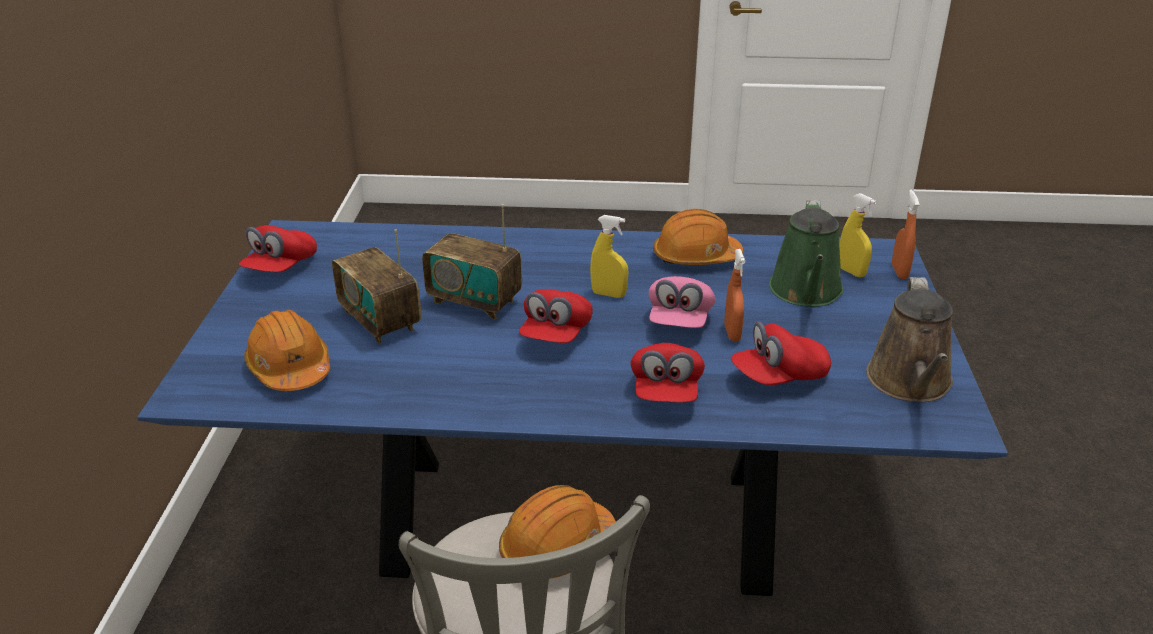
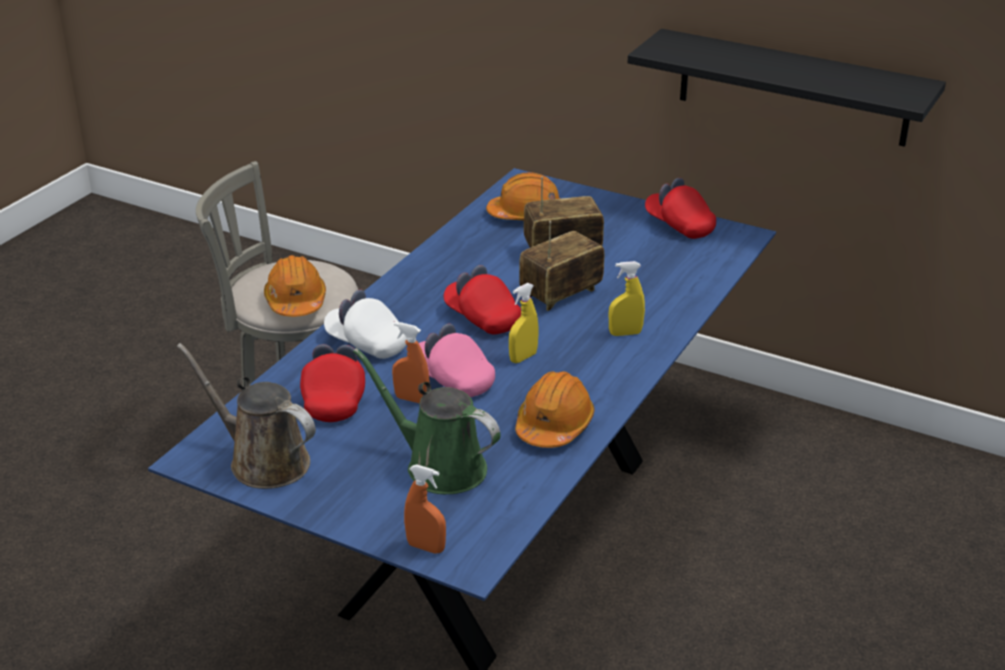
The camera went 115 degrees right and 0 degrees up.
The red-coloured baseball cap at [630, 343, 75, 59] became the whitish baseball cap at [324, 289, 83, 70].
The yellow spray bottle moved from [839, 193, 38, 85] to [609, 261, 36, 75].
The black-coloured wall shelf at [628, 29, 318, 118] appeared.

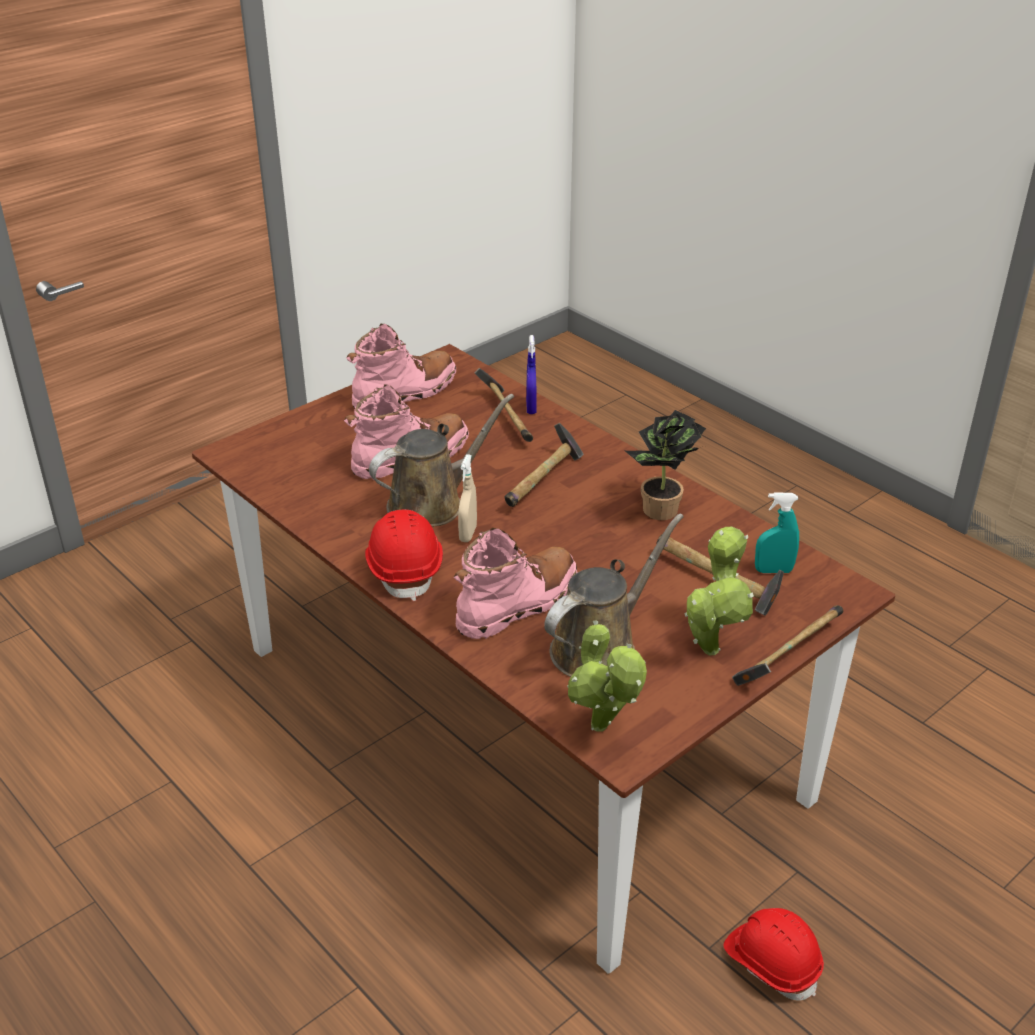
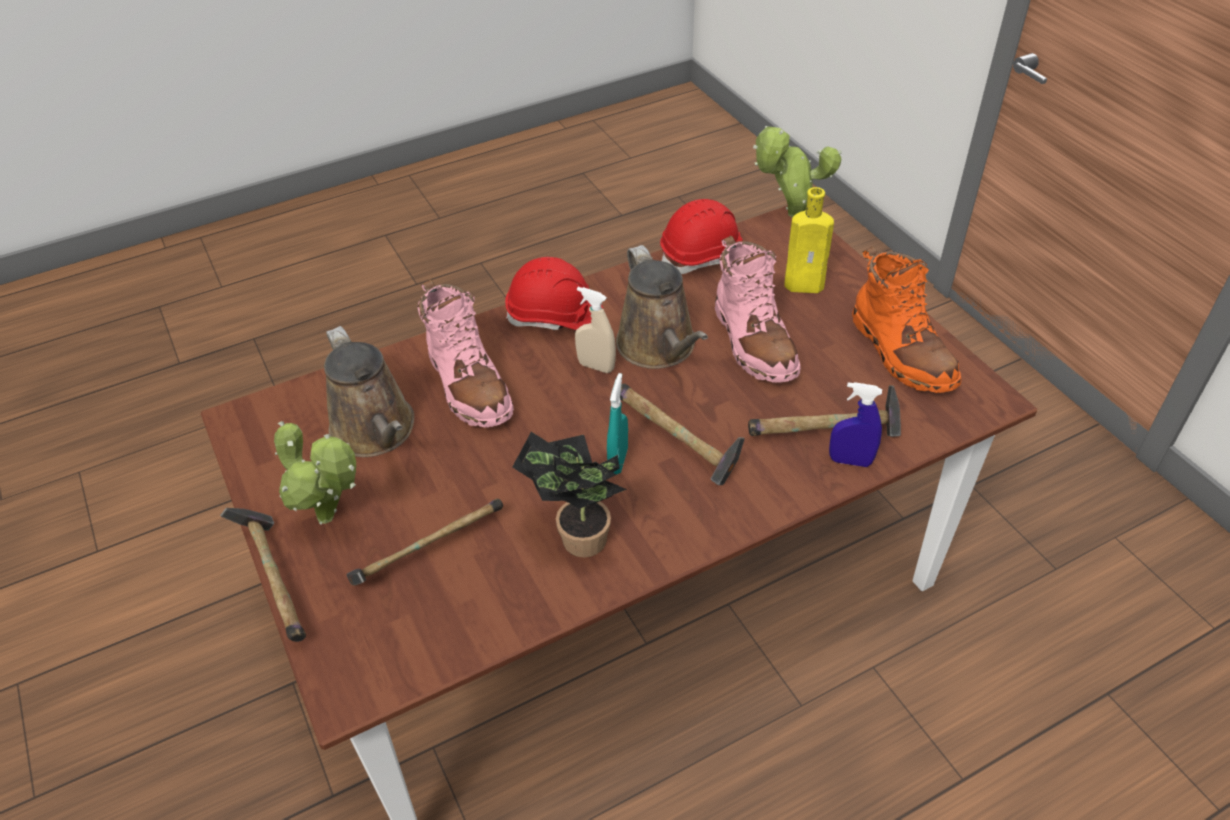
The camera went 105 degrees right and 10 degrees up.
The turquoise-coloured spray bottle moved from [755, 493, 44, 80] to [607, 373, 21, 102].
The red-coloured hard hat moved from [723, 908, 101, 92] to [660, 199, 83, 75].
The houseplant moved from [567, 620, 80, 112] to [753, 126, 89, 91].
The yellow drink bottle at [784, 187, 50, 106] appeared.
The pink-coloured boot at [346, 324, 110, 84] became the orange-coloured boot at [852, 246, 110, 147].

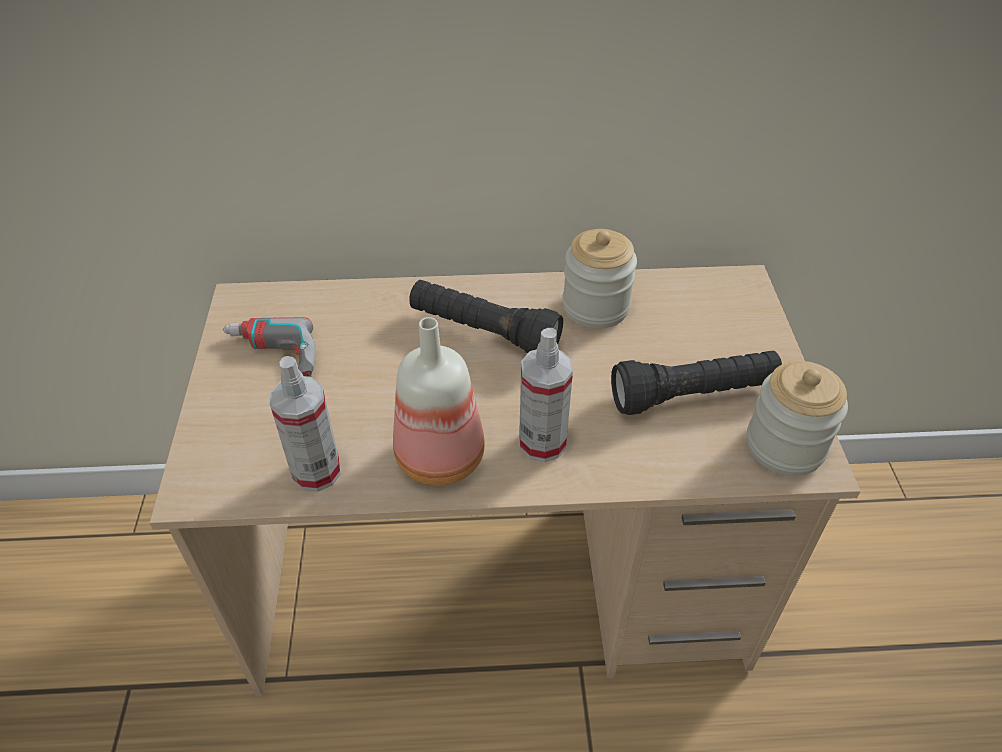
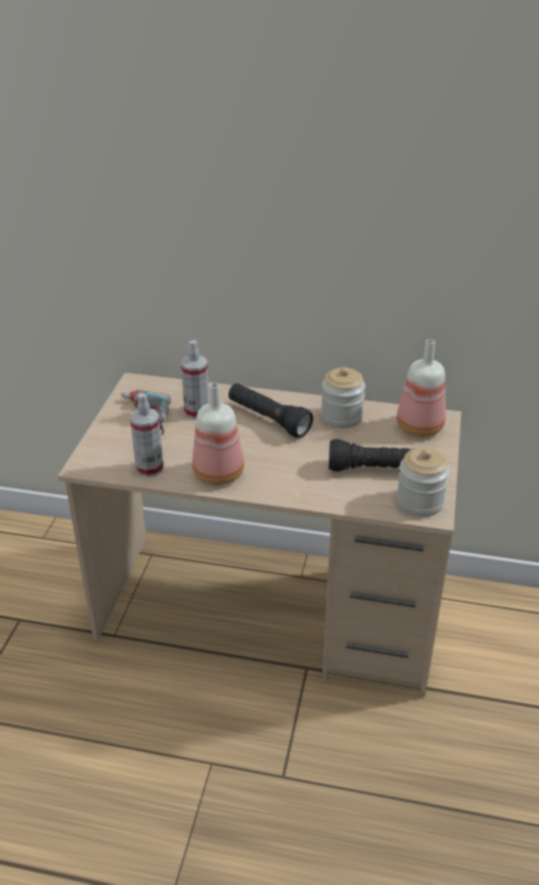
The camera went 15 degrees right and 10 degrees down.
The spray bottle moved from [519, 328, 54, 134] to [181, 340, 28, 79].
The drink bottle at [397, 339, 49, 98] appeared.

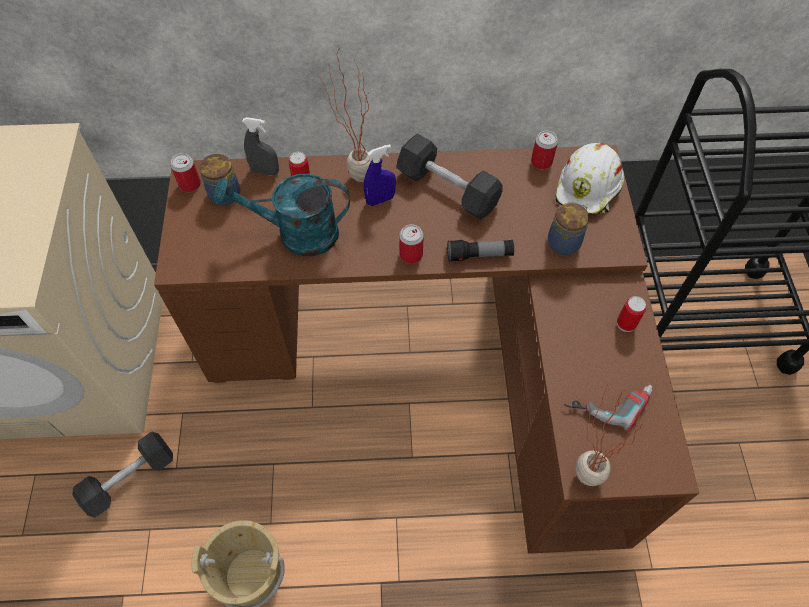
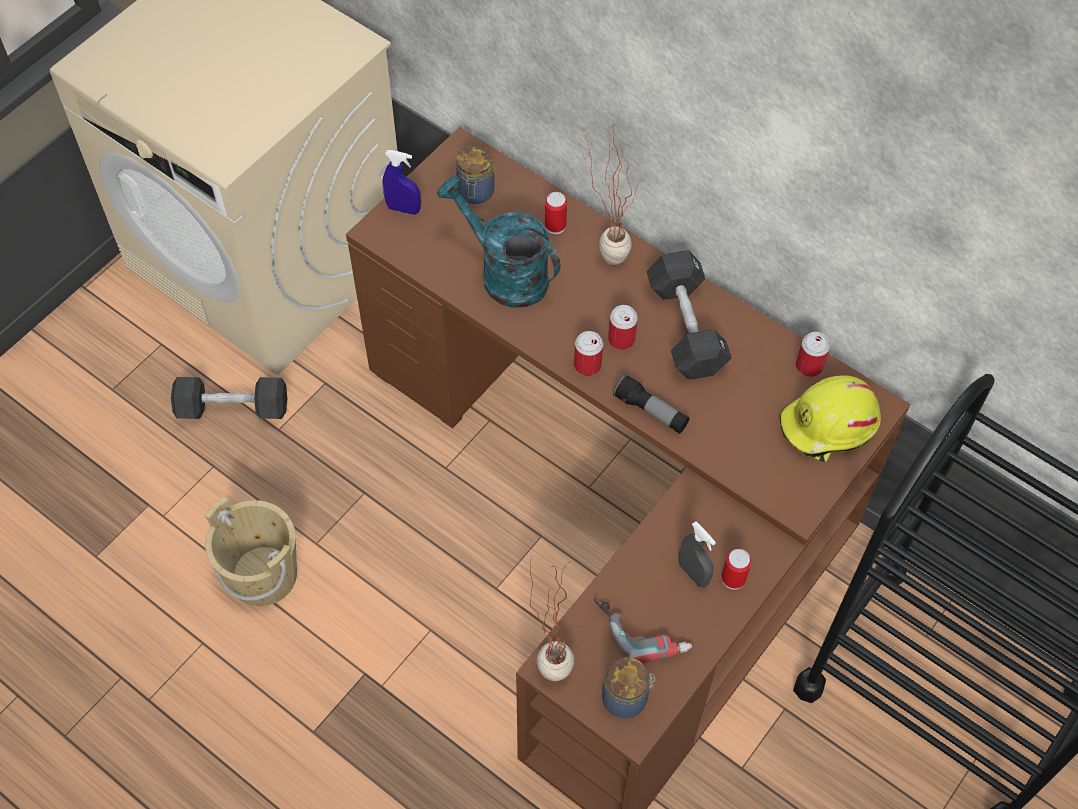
The camera went 40 degrees right and 0 degrees up.
The blue spray bottle moved from [364, 144, 32, 62] to [383, 150, 38, 65].
The jar moved from [548, 203, 41, 52] to [602, 657, 53, 62].
The metal can moved from [170, 153, 31, 39] to [608, 305, 30, 45].
The greyish spray bottle moved from [242, 117, 37, 59] to [678, 521, 38, 67].
The whitish hard hat at [555, 143, 69, 71] became the yellow hard hat at [779, 375, 102, 87].

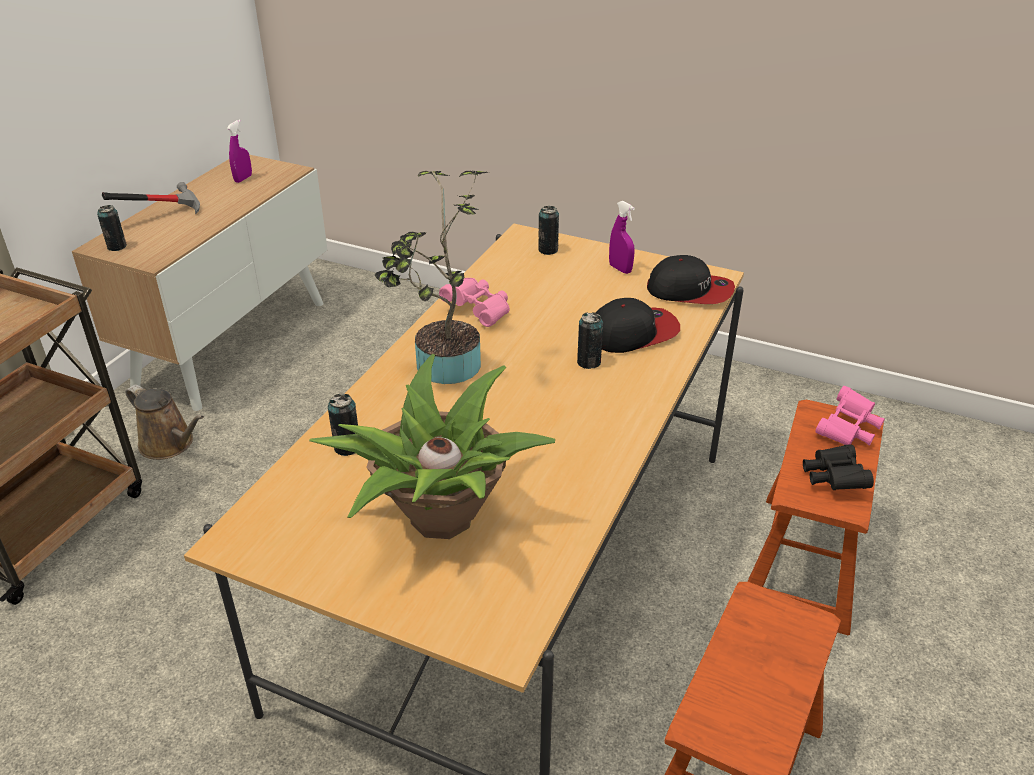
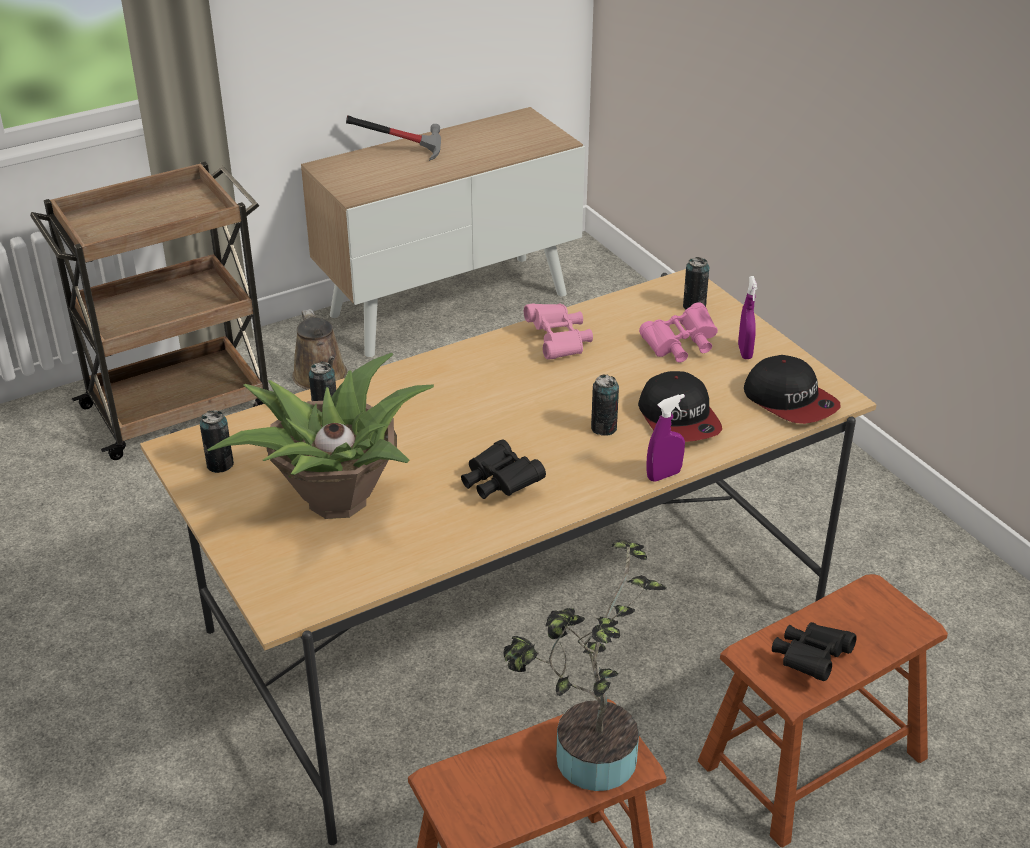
The camera went 35 degrees right and 0 degrees up.
The metal can moved from [97, 205, 30, 46] to [200, 410, 34, 63].
The black-coloured pair of binoculars at [461, 440, 85, 59] appeared.
The houseplant moved from [375, 171, 113, 213] to [504, 539, 162, 252].
The baseball cap at [596, 298, 84, 55] turned 60 degrees clockwise.
The pink-coloured pair of binoculars moved from [815, 386, 70, 59] to [639, 302, 79, 61].
The purple spray bottle moved from [227, 120, 25, 63] to [647, 394, 38, 87].

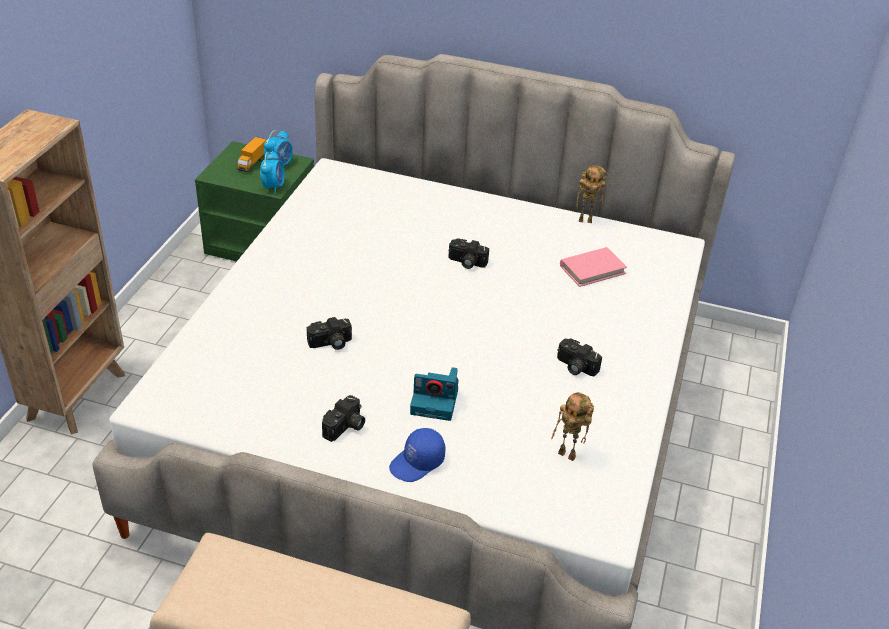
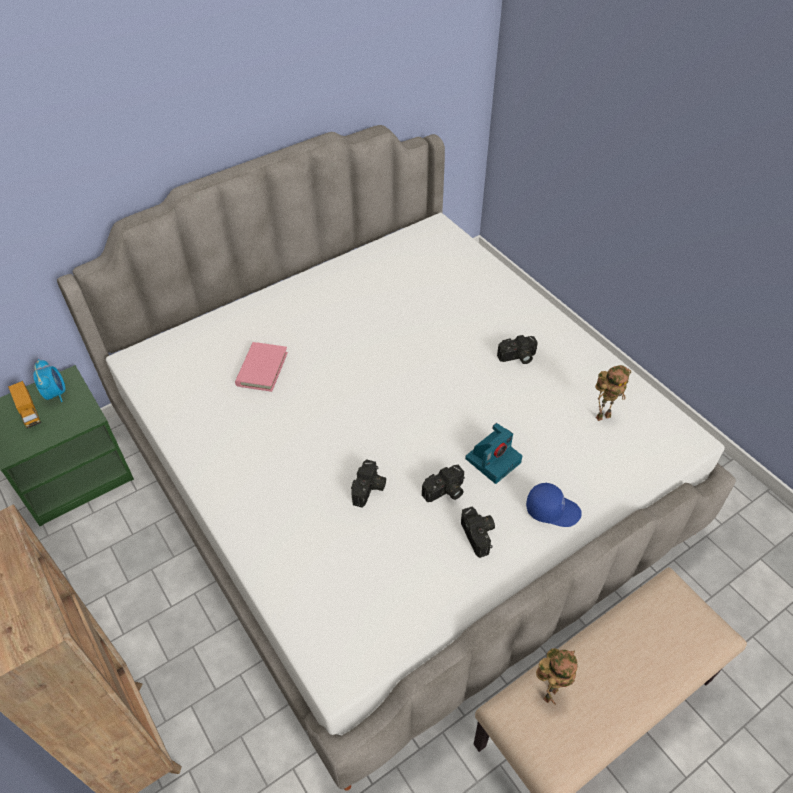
The camera went 50 degrees left and 10 degrees up.
The pink-coloured volume moved from [560, 247, 67, 40] to [235, 342, 53, 50].
The photo camera moved from [449, 238, 40, 31] to [422, 465, 43, 37].
The blue baseball cap at [389, 428, 56, 54] turned 75 degrees counterclockwise.
The toy robot moved from [576, 166, 32, 57] to [536, 648, 41, 57].
The table clock at [260, 151, 25, 43] disappeared.

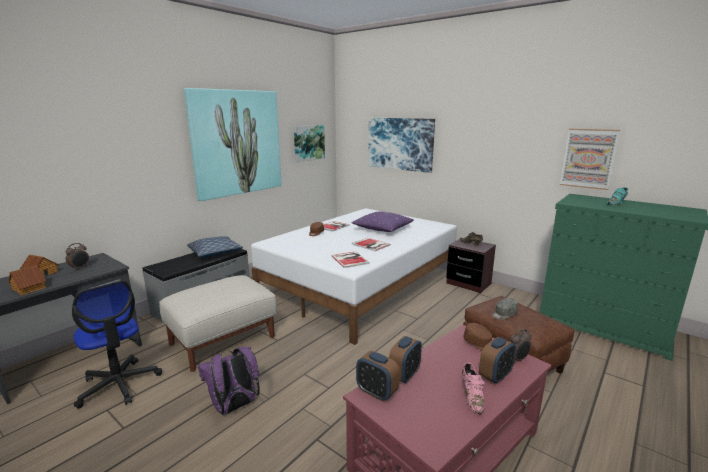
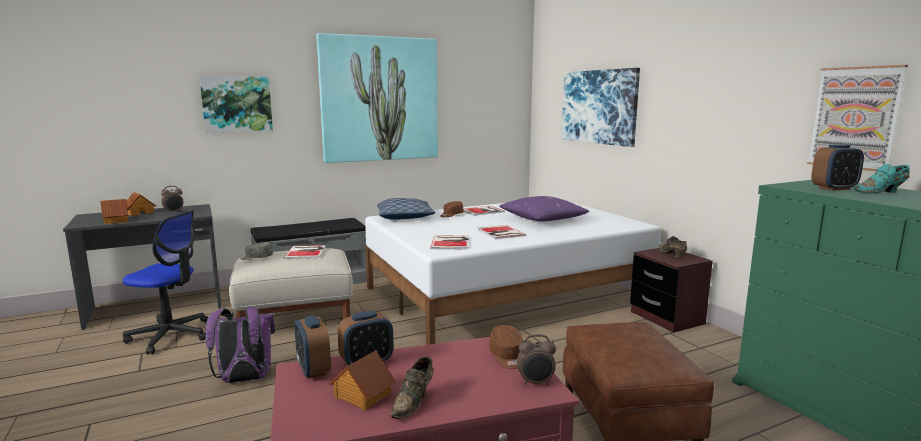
The camera went 25 degrees right and 5 degrees down.
The office chair at [72, 281, 90, 128] turned 60 degrees counterclockwise.
The wall picture moved from [294, 125, 31, 37] to [199, 76, 74, 57].
The greyish baseball cap moved from [492, 298, 26, 22] to [240, 242, 33, 18].
The volume at [283, 245, 43, 14] appeared.
The toy house at [329, 350, 67, 61] appeared.
The cushion moved from [187, 237, 56, 21] to [377, 198, 58, 22].
The pink-coloured shoe at [462, 362, 23, 52] became the brown-coloured shoe at [391, 357, 43, 62].
The table clock moved from [479, 337, 37, 47] to [811, 144, 53, 47].

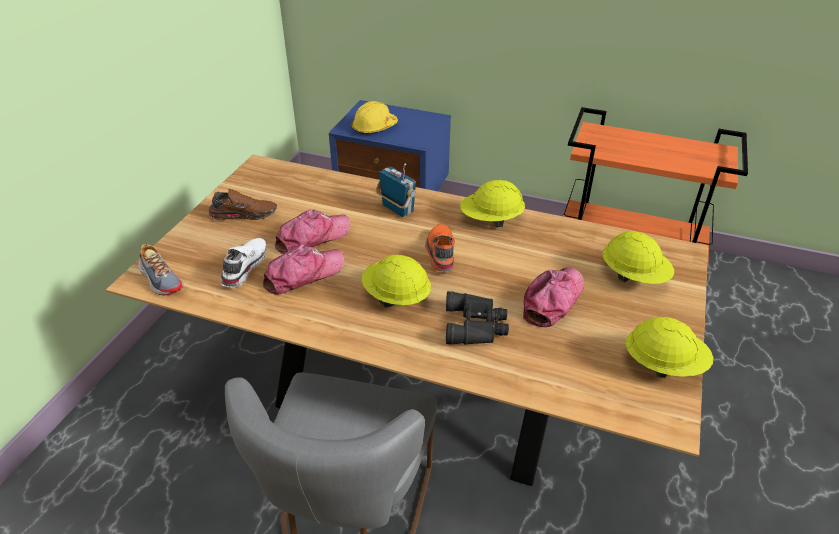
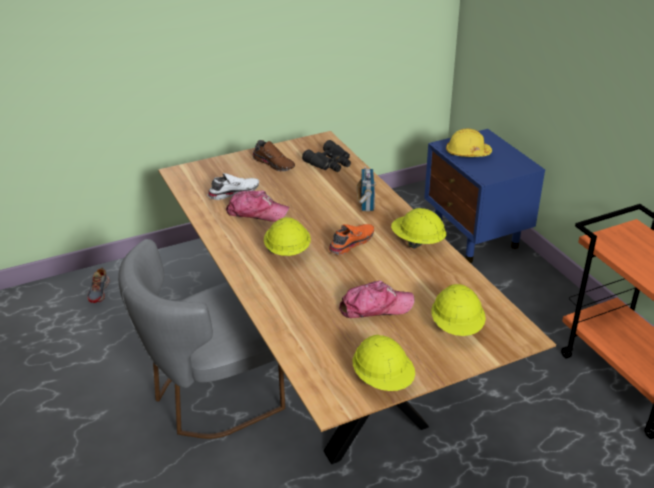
The camera went 45 degrees right and 5 degrees down.
The shoe moved from [138, 244, 45, 51] to [87, 268, 23, 35].
The black-coloured pair of binoculars moved from [446, 291, 63, 54] to [302, 140, 49, 32].
The baseball cap at [275, 209, 75, 45] disappeared.

